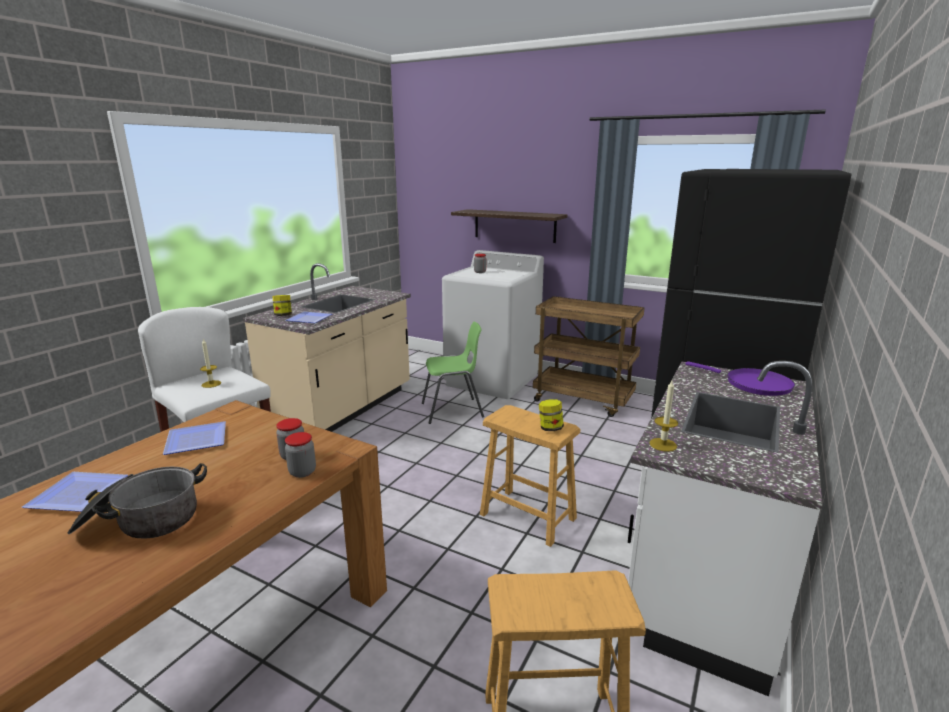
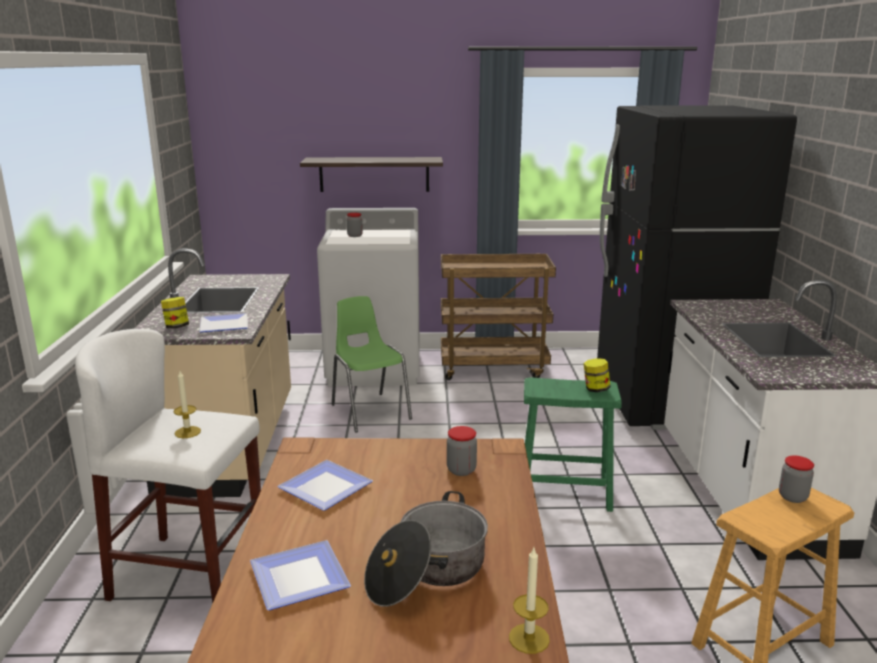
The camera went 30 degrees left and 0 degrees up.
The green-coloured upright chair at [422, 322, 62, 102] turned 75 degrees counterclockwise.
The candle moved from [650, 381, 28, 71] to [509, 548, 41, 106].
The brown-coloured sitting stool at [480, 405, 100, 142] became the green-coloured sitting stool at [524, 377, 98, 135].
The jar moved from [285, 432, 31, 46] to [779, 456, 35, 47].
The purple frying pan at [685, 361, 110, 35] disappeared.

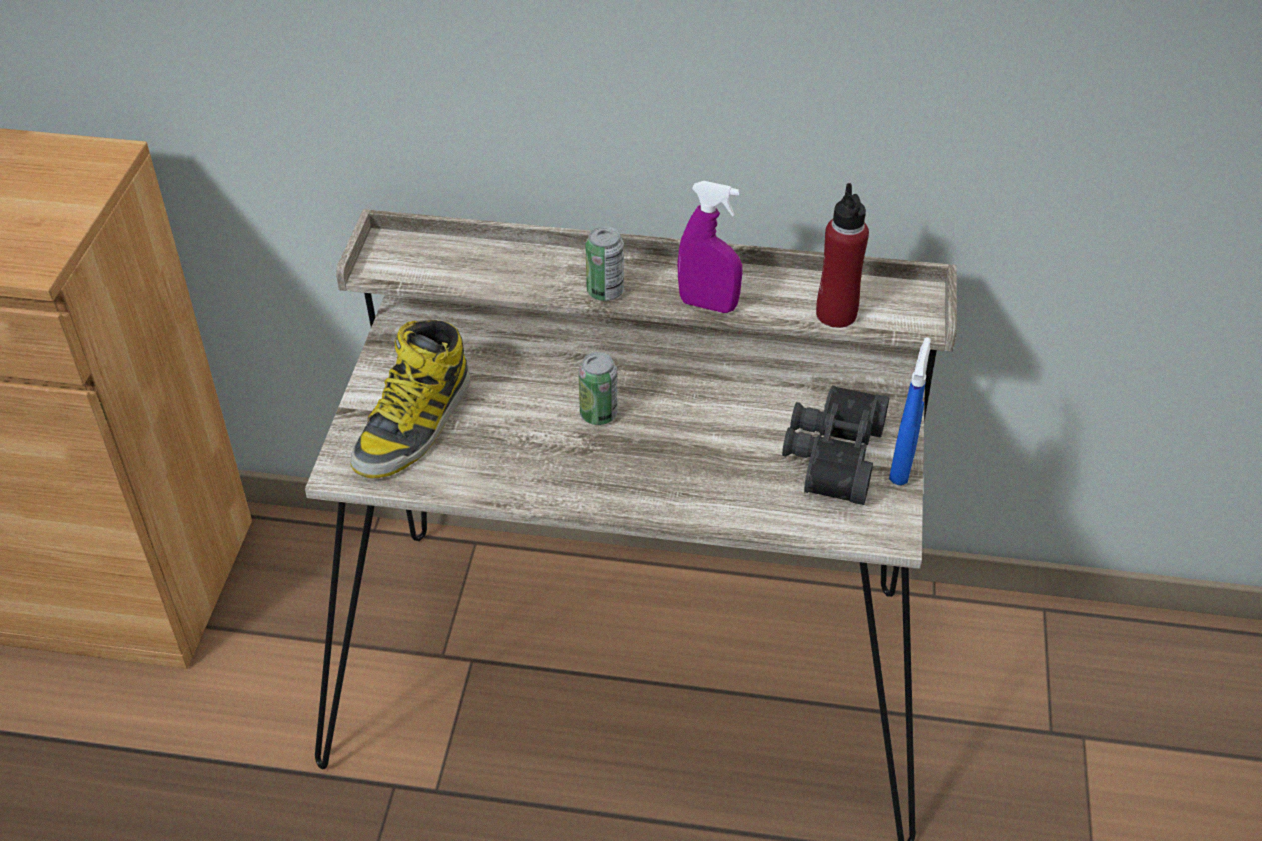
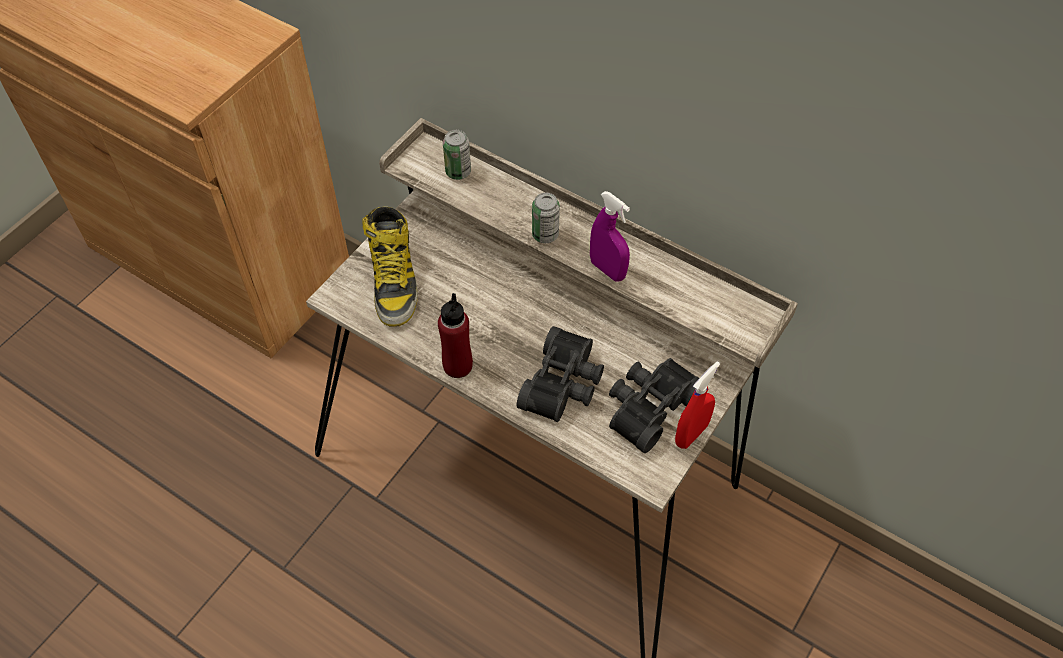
The camera went 25 degrees right and 10 degrees up.
The boot at [350, 320, 121, 159] turned 60 degrees counterclockwise.
The red-coloured drink bottle moved from [816, 183, 53, 145] to [438, 293, 35, 85].
The metal can moved from [578, 352, 39, 73] to [443, 130, 28, 50].
The black-coloured pair of binoculars at [517, 326, 87, 96] appeared.
The blue spray bottle at [889, 337, 42, 148] became the red-coloured spray bottle at [675, 361, 45, 88].

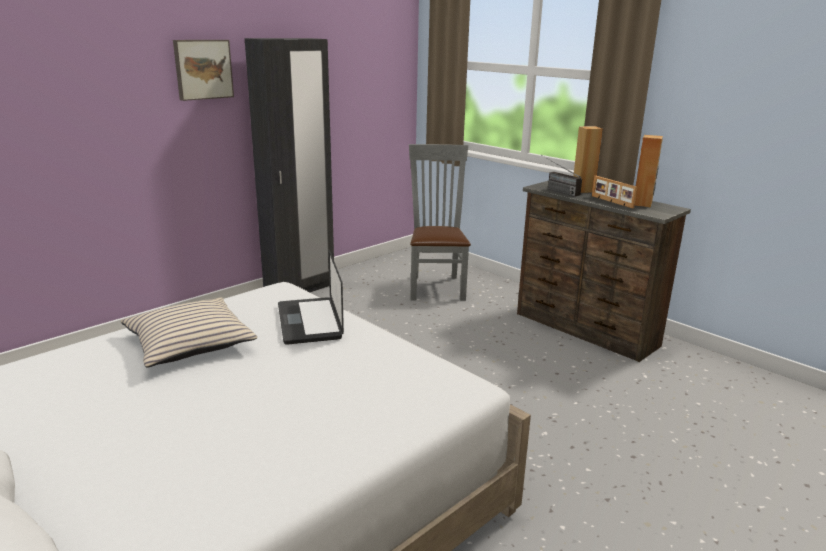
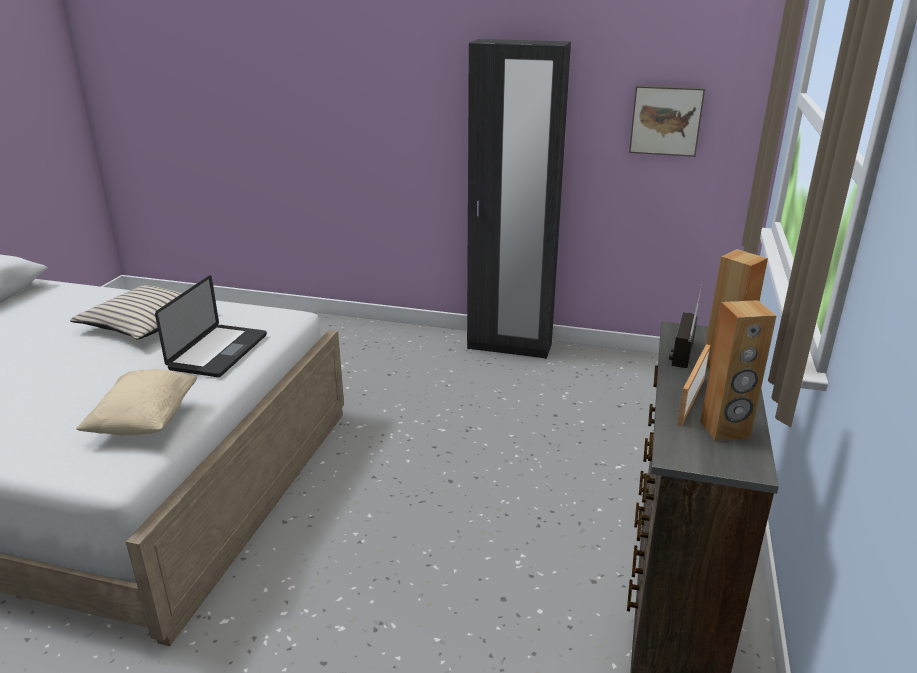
The camera went 60 degrees right and 5 degrees up.
The beige-coloured cushion at [76, 369, 121, 66] appeared.
The laptop at [278, 249, 66, 96] turned 150 degrees clockwise.
The wall picture moved from [173, 40, 61, 61] to [629, 85, 76, 72].
The greyish upright chair at [409, 144, 62, 157] disappeared.

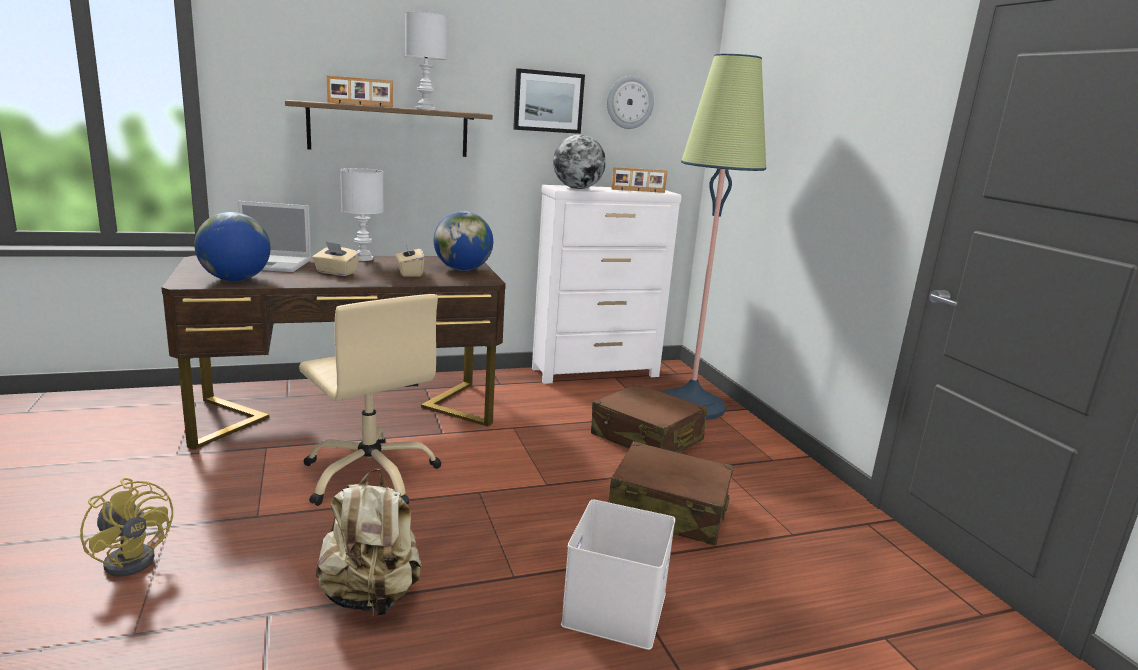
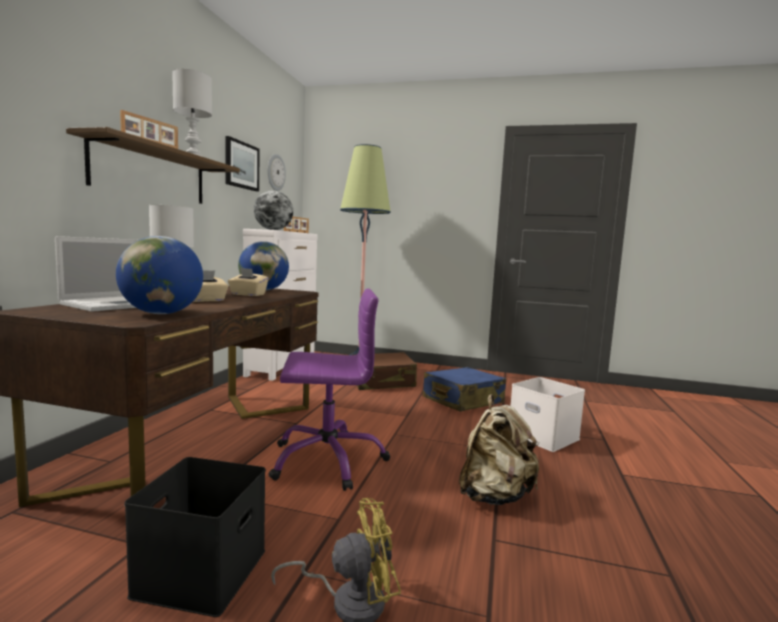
The camera went 55 degrees left and 10 degrees down.
The black-coloured storage box at [124, 457, 142, 160] appeared.
The beige-coloured office chair at [299, 294, 142, 212] became the purple office chair at [269, 289, 121, 202].
The brown-coloured suitcase at [608, 441, 125, 105] became the blue suitcase at [423, 367, 83, 45].

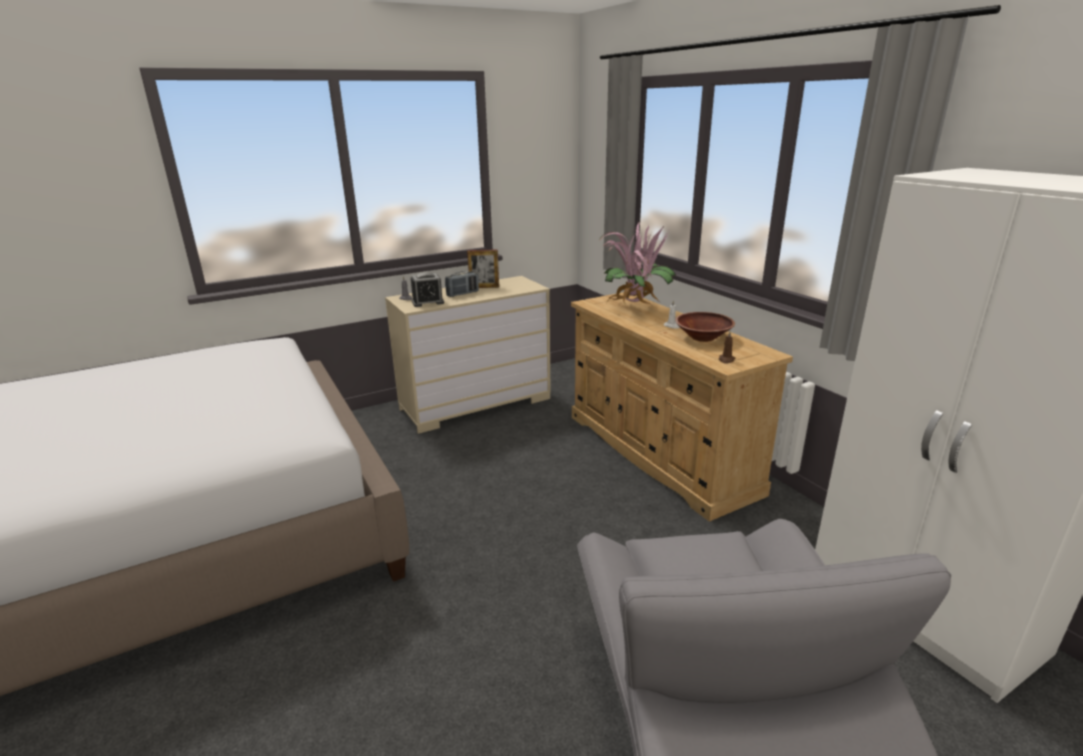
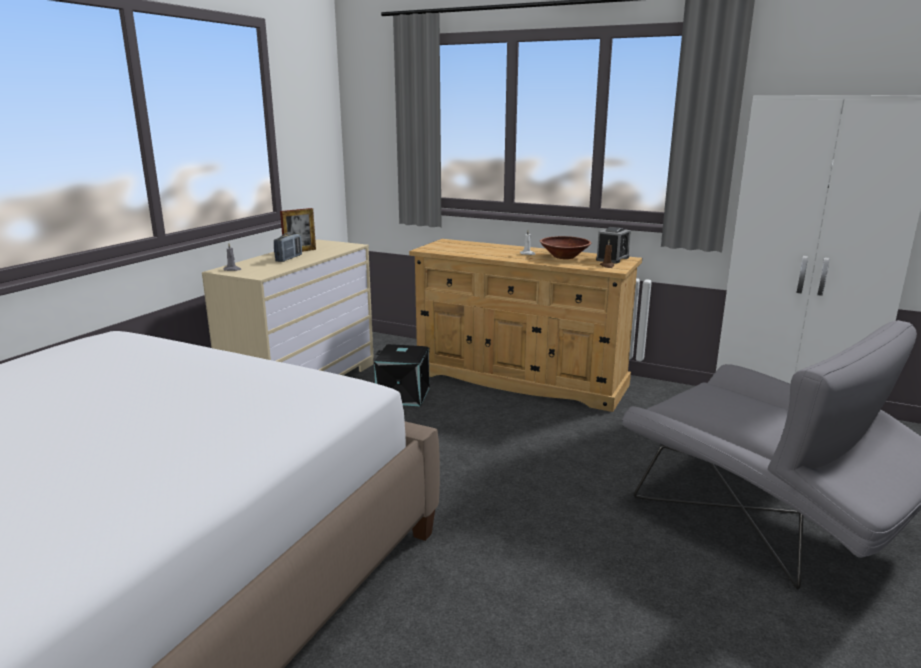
The camera went 35 degrees left and 5 degrees down.
The black-coloured storage box at [374, 344, 56, 62] appeared.
The table clock moved from [411, 272, 33, 35] to [596, 227, 35, 36].
The houseplant at [602, 222, 74, 85] disappeared.

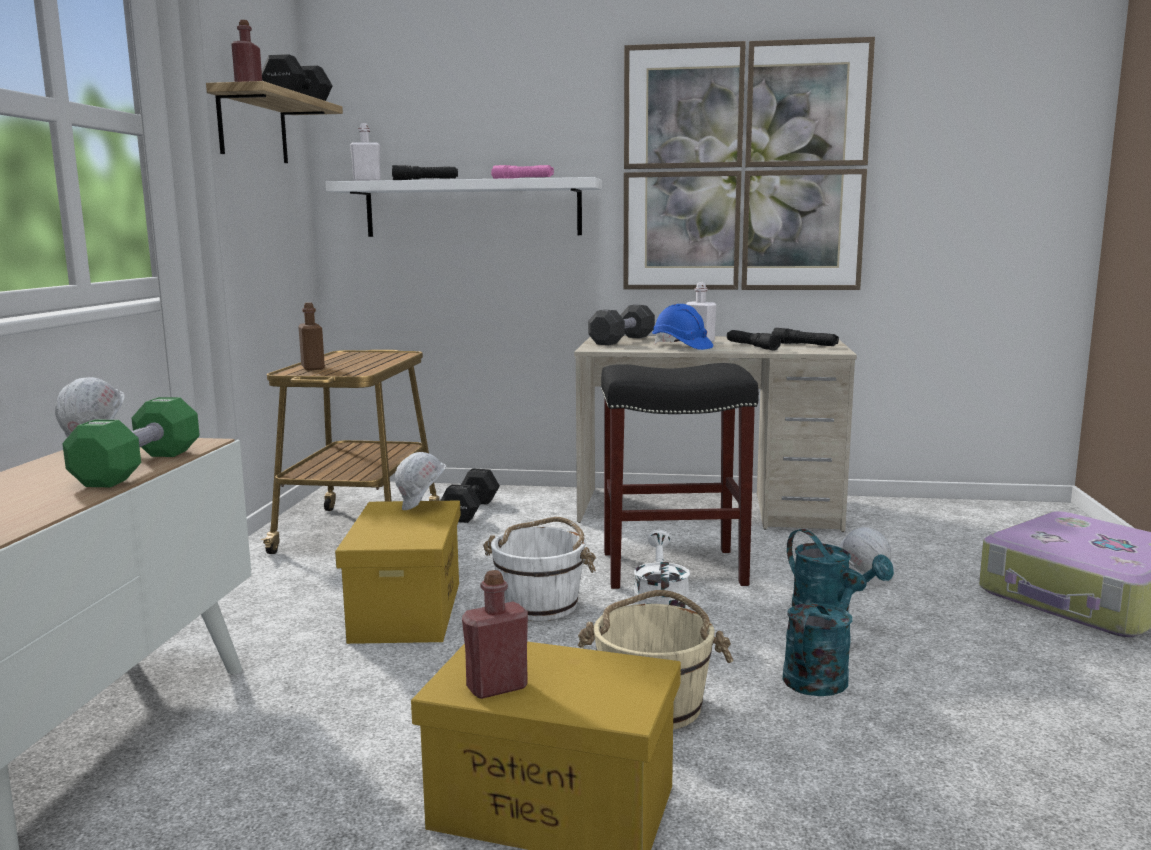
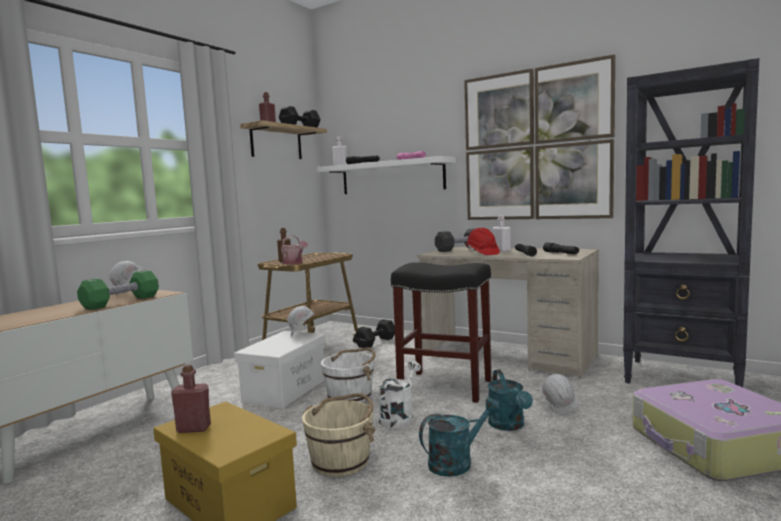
The camera went 25 degrees right and 5 degrees down.
The yellow storage box at [335, 501, 126, 143] became the whitish storage box at [234, 331, 92, 78].
The watering pot at [281, 235, 27, 29] appeared.
The blue hard hat at [652, 304, 61, 46] became the red-coloured hard hat at [466, 228, 34, 27].
The black-coloured shelving unit at [623, 58, 136, 329] appeared.

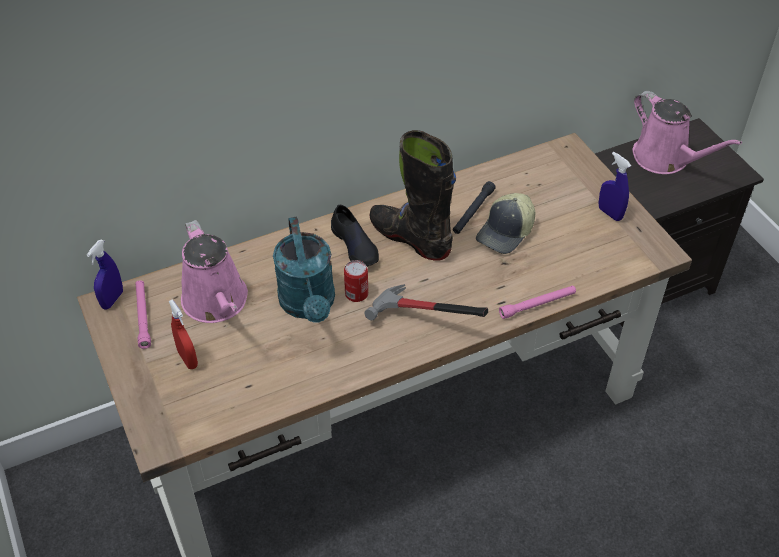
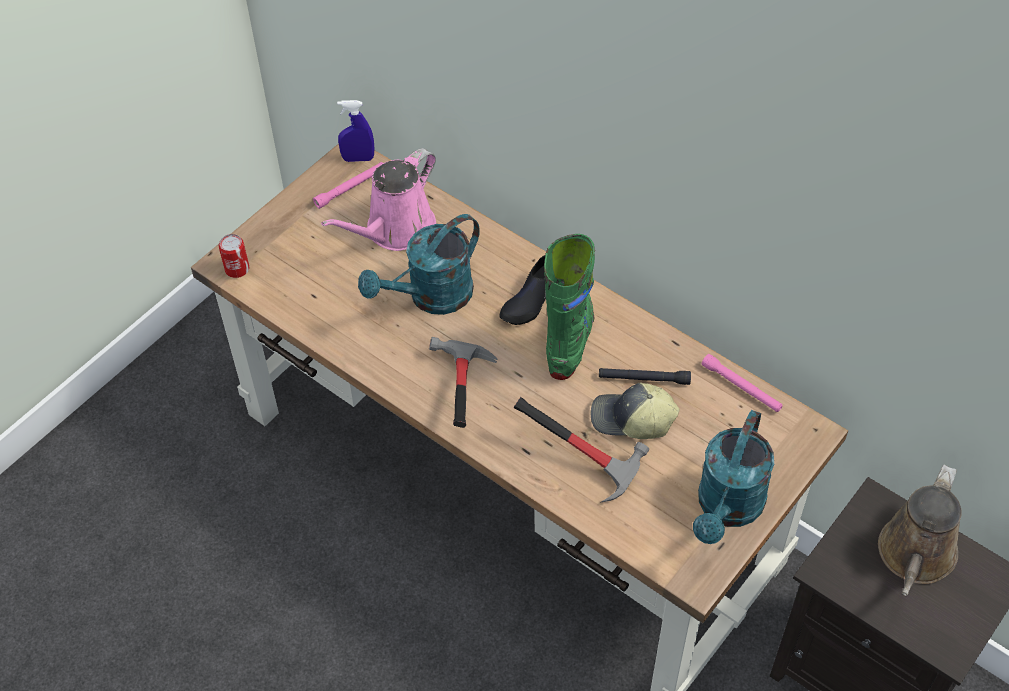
The camera went 65 degrees right and 5 degrees up.
The metal can moved from [344, 260, 24, 42] to [219, 234, 30, 44].
The hammer at [514, 397, 135, 106] appeared.
The black-coloured boot at [369, 130, 87, 130] became the green-coloured boot at [544, 234, 51, 146].
The blue spray bottle at [598, 152, 33, 69] was replaced by the turquoise-coloured watering pot at [693, 410, 81, 134].
The pink-coloured torch moved from [499, 285, 77, 34] to [702, 354, 80, 58].
The pink-coloured watering pot at [632, 91, 110, 83] became the brown-coloured watering pot at [878, 465, 84, 131].
The red-coloured spray bottle at [168, 299, 30, 70] disappeared.

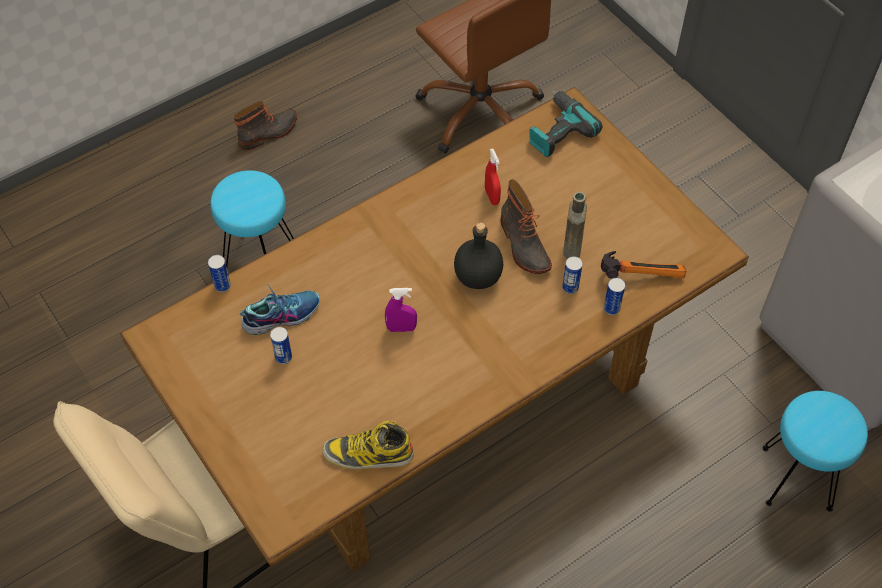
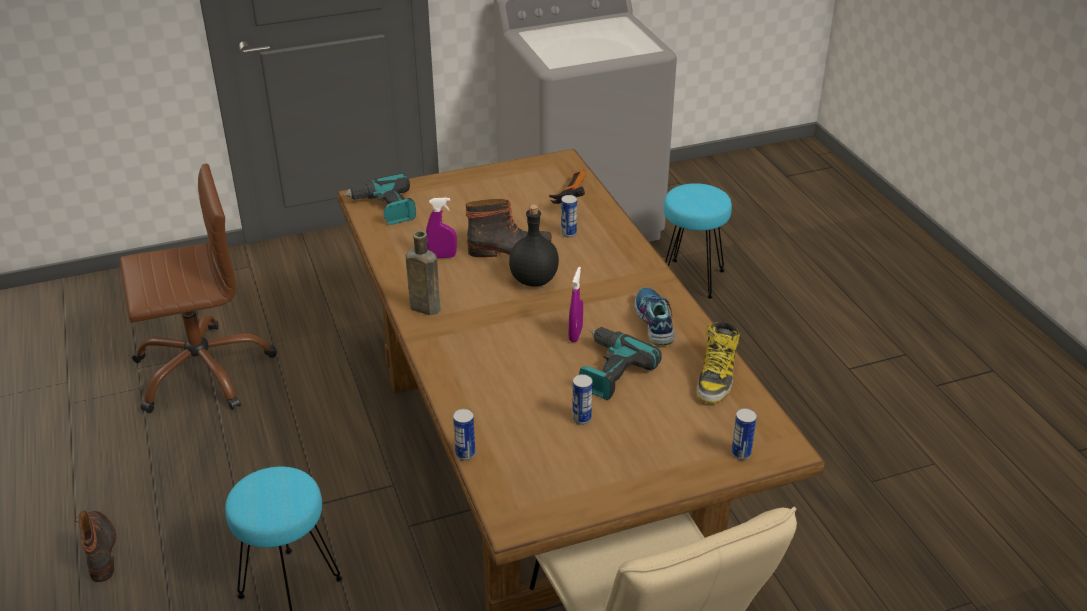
The camera went 75 degrees left and 20 degrees down.
The brown-coloured drink bottle moved from [563, 192, 24, 67] to [406, 231, 35, 84].
The red-coloured spray bottle at [485, 149, 16, 56] became the purple spray bottle at [426, 197, 31, 61].
The power drill at [579, 327, 83, 73] appeared.
The shoe moved from [240, 285, 80, 50] to [635, 287, 40, 59].
The metal can moved from [604, 278, 21, 37] to [731, 408, 26, 52].

